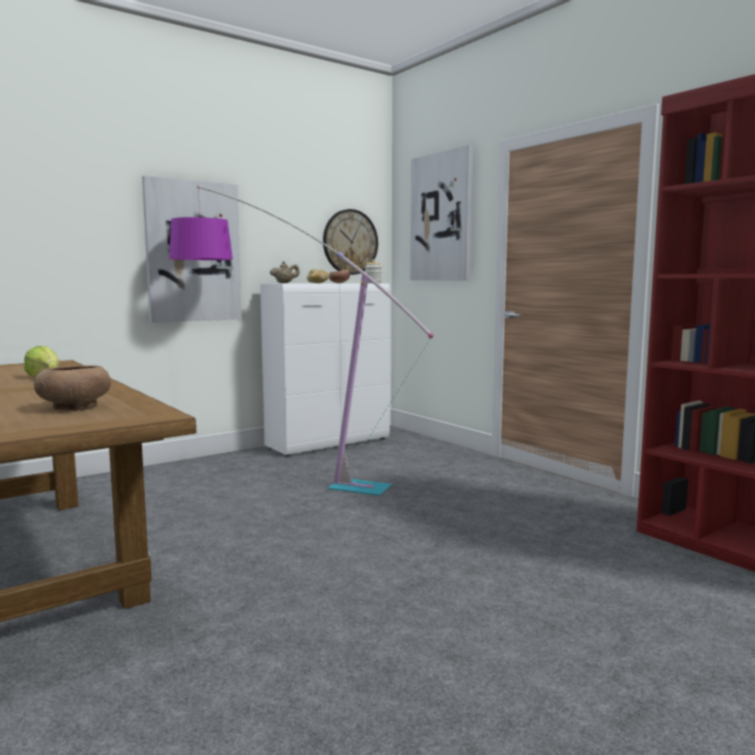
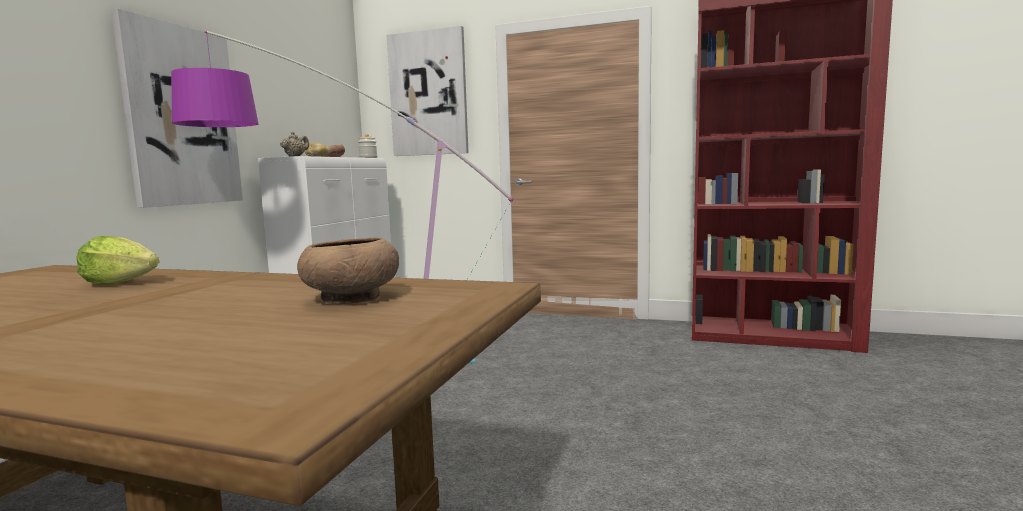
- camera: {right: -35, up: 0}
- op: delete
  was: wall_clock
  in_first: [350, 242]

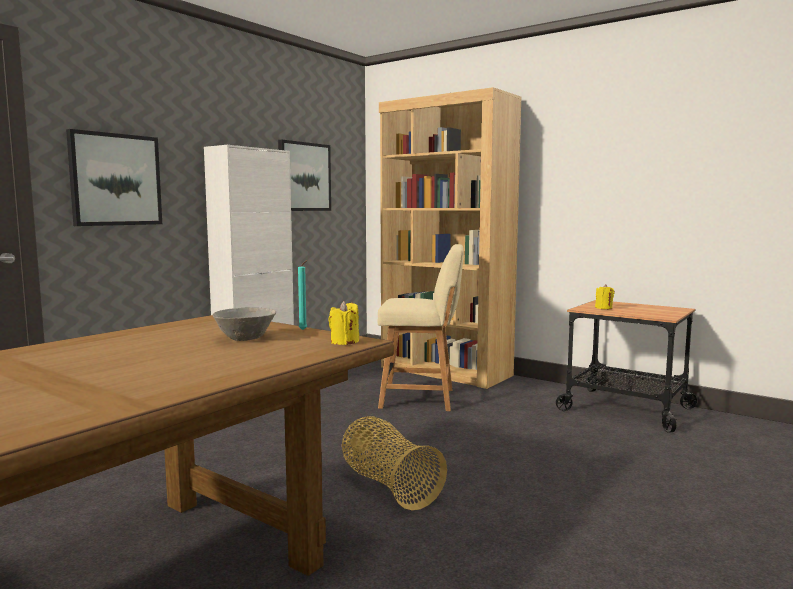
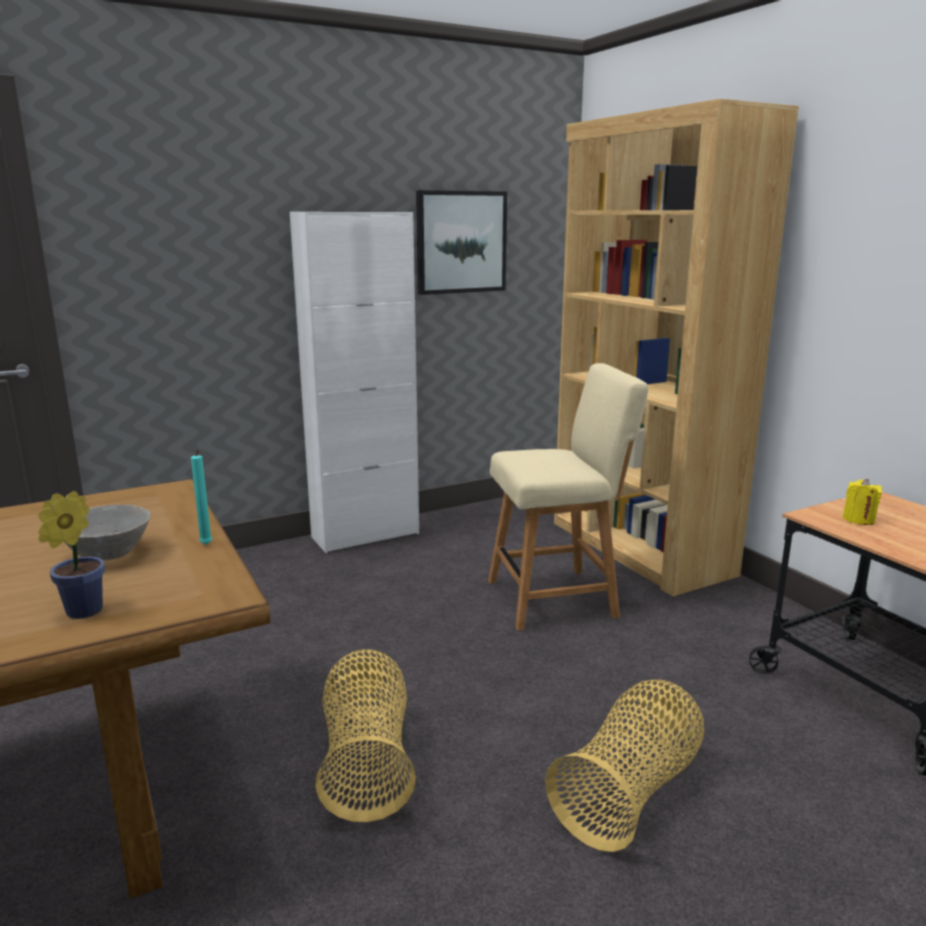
- camera: {right: 25, up: 10}
- op: delete
  was: picture
  in_first: [115, 180]
- op: delete
  was: yellow_candle
  in_first: [344, 342]
- op: rotate
  was: beige_chair
  in_first: [422, 399]
  in_second: [558, 597]
  clockwise: -45
- op: insert
  now: potted_plant
  in_second: [80, 613]
- op: insert
  now: basket
  in_second: [630, 792]

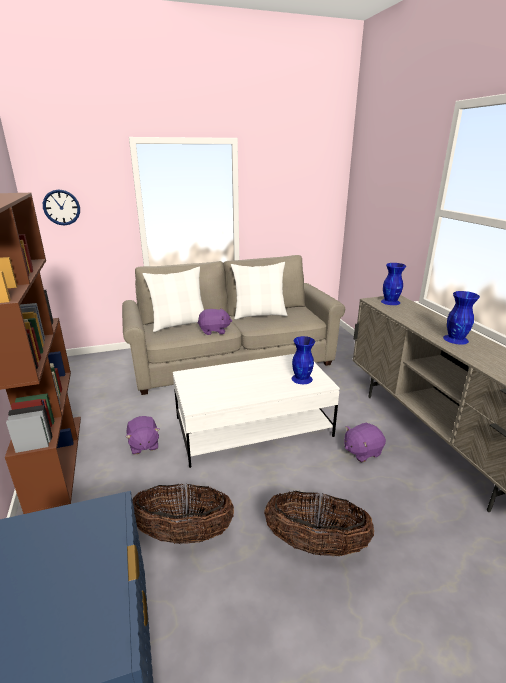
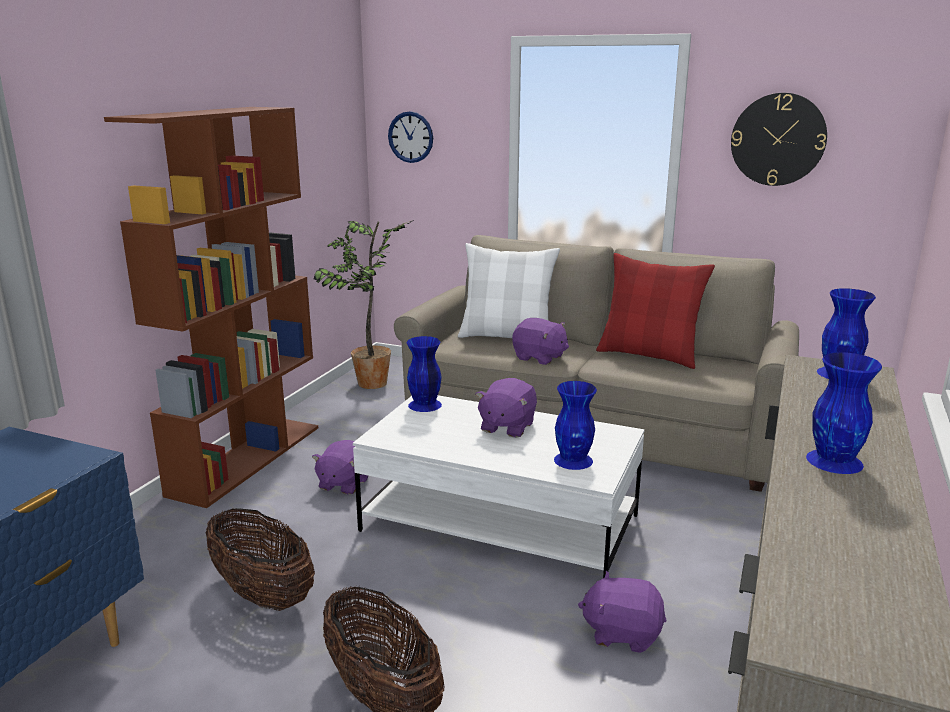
- camera: {right: 40, up: -5}
- op: recolor
  was: white_pillow
  now: red_pillow
  in_first: [259, 315]
  in_second: [649, 355]
- op: insert
  now: potted_plant
  in_second: [370, 385]
- op: insert
  now: blue_vase
  in_second: [424, 405]
- op: insert
  now: purple_plush_toy
  in_second: [506, 427]
- op: insert
  now: wall_clock
  in_second: [778, 139]

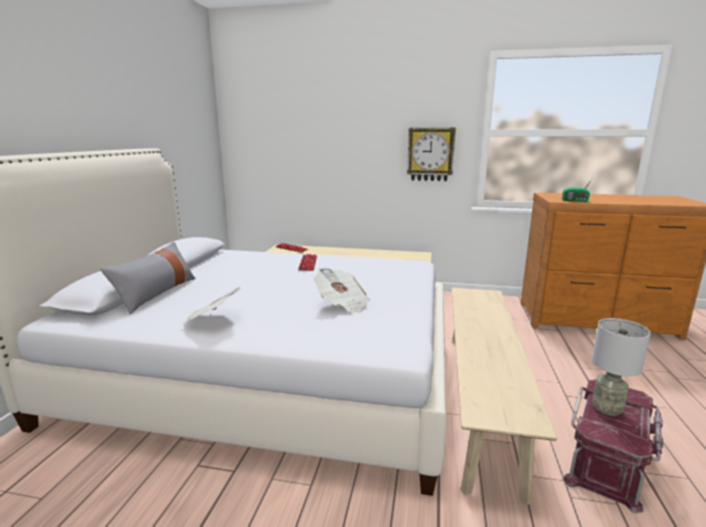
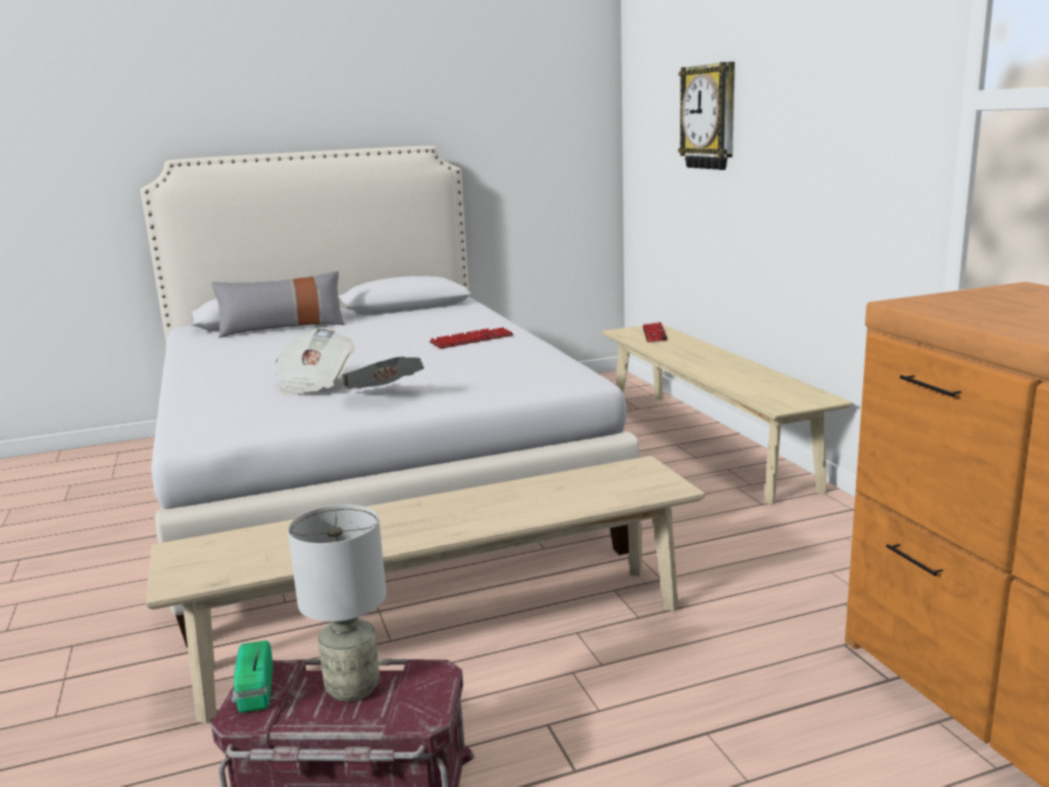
- camera: {right: 60, up: 0}
- op: move
  was: newspaper
  in_first: [212, 320]
  in_second: [384, 396]
- op: move
  was: wall_clock
  in_first: [430, 154]
  in_second: [710, 117]
- op: move
  was: radio
  in_first: [575, 201]
  in_second: [254, 692]

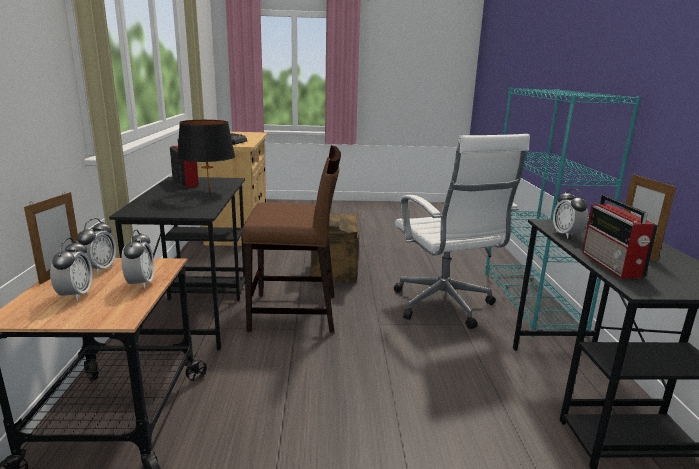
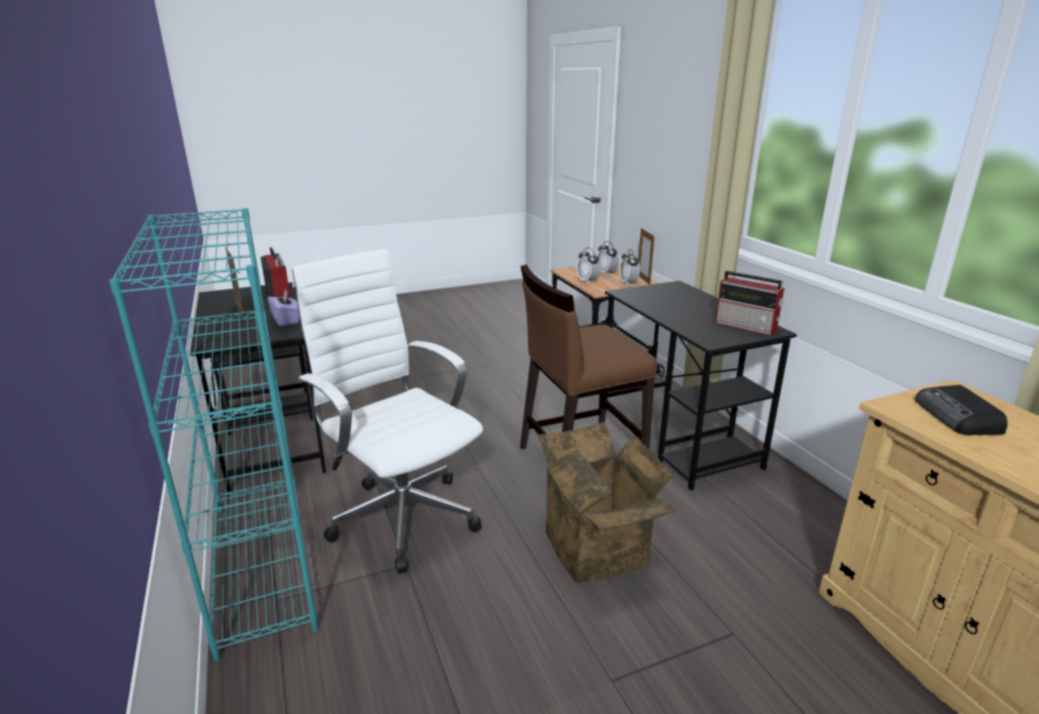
- camera: {right: 160, up: 5}
- op: delete
  was: black_table_lamp
  in_first: [209, 192]
- op: replace
  was: alarm_clock
  now: purple_tissue_box
  in_first: [566, 235]
  in_second: [286, 320]

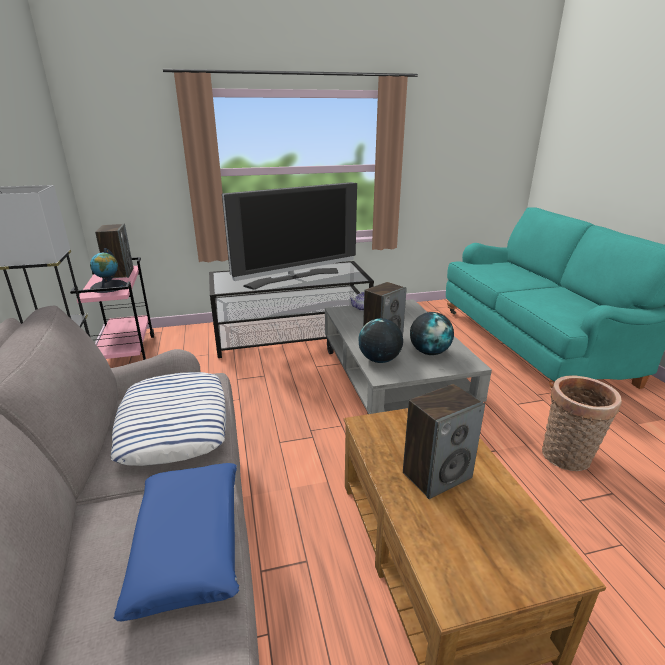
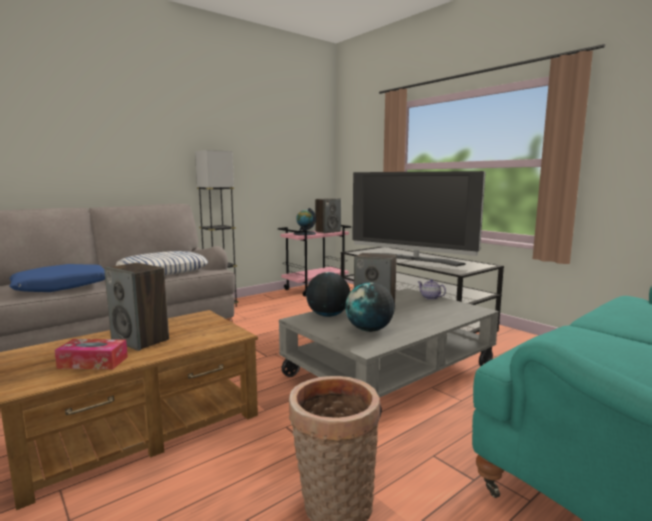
- camera: {right: 65, up: -15}
- op: insert
  now: tissue_box
  in_second: [93, 362]

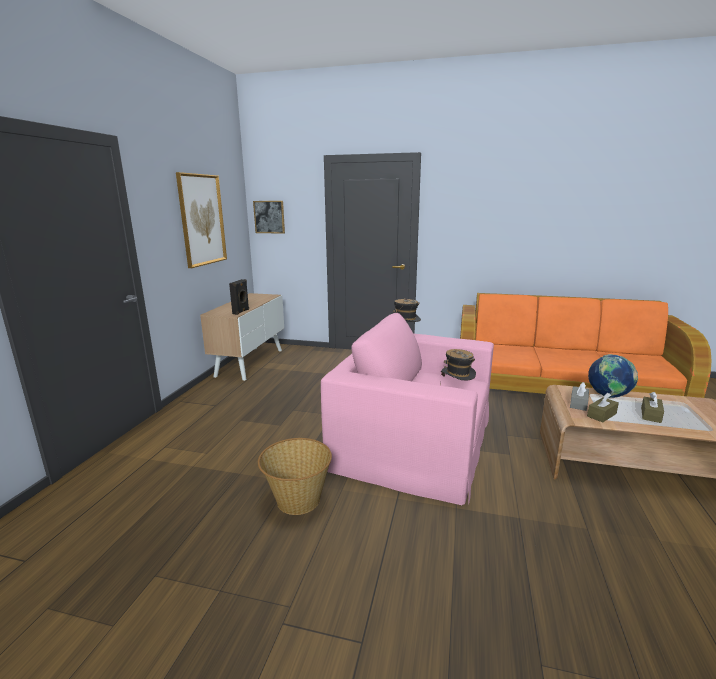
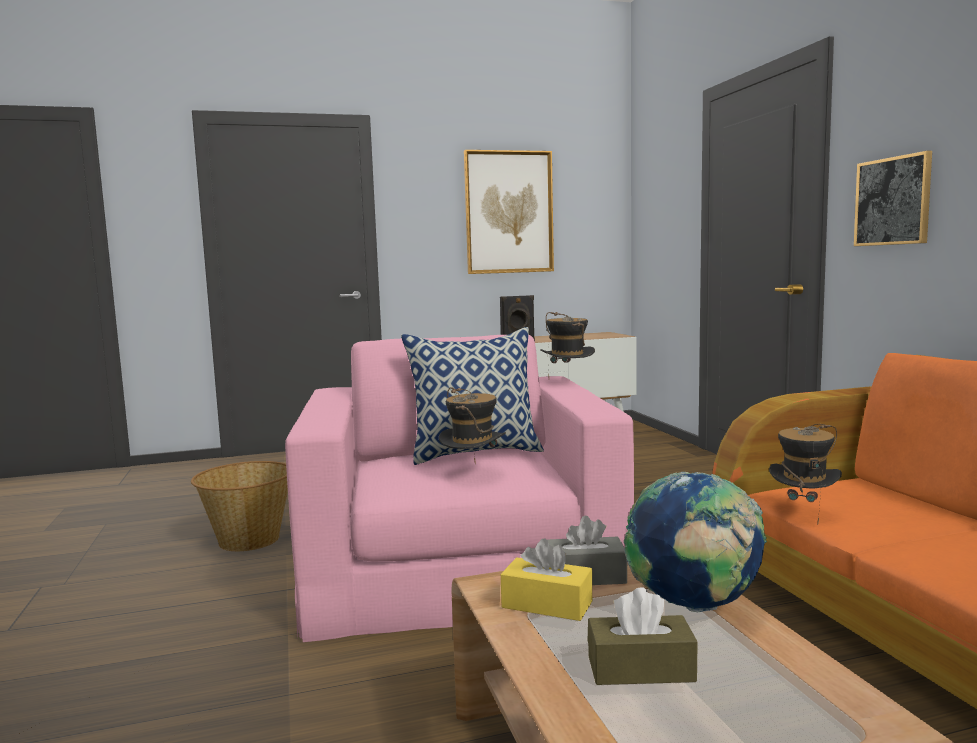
- camera: {right: 60, up: -10}
- op: move
  was: picture
  in_first: [269, 217]
  in_second: [893, 201]
- op: recolor
  was: brown_tissue_box
  now: yellow_tissue_box
  in_first: [601, 415]
  in_second: [547, 604]
- op: insert
  now: pillow
  in_second: [475, 453]
- op: insert
  now: hat
  in_second: [803, 512]

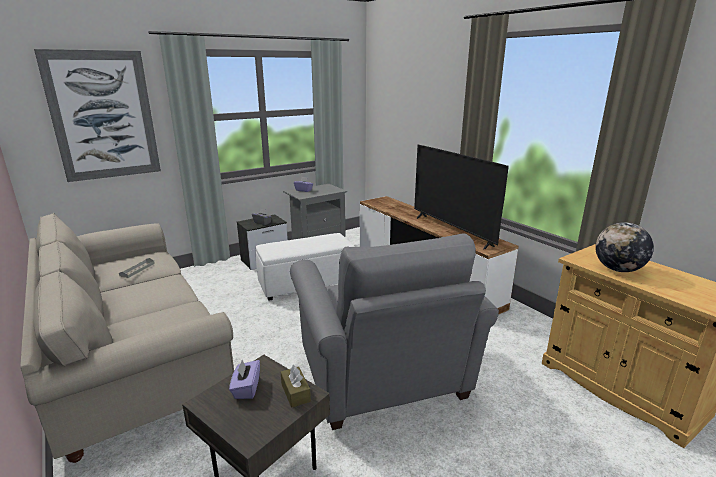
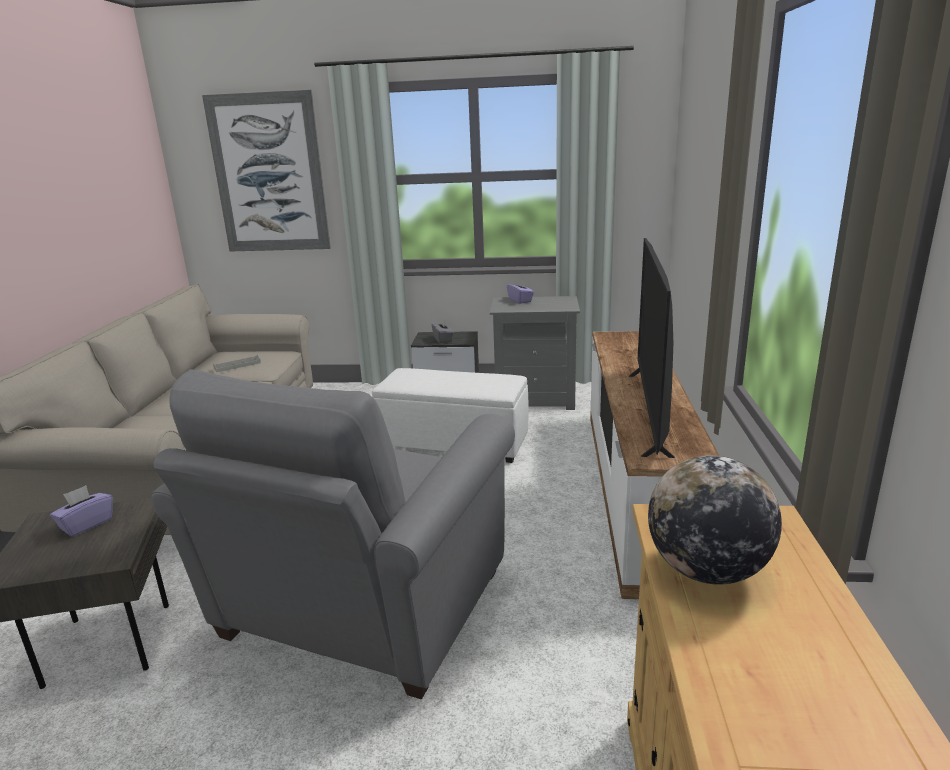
- camera: {right: 40, up: 0}
- op: delete
  was: brown_tissue_box
  in_first: [295, 392]

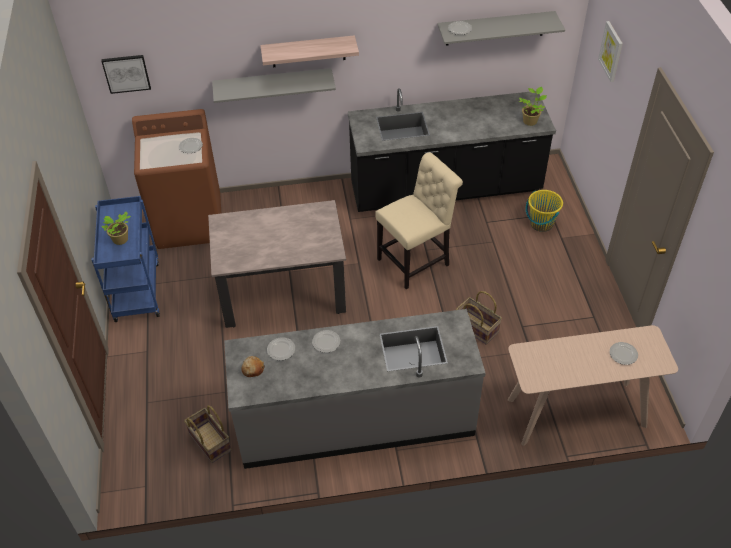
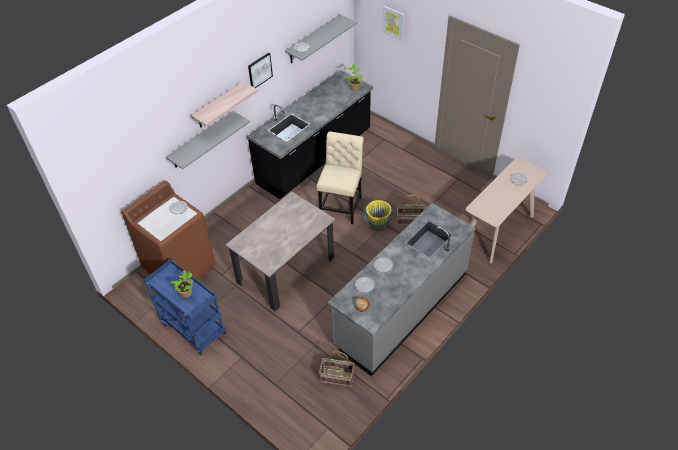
- camera: {right: -40, up: 0}
- op: move
  was: picture
  in_first: [126, 73]
  in_second: [259, 70]
- op: move
  was: yellow_bucket
  in_first: [541, 223]
  in_second: [378, 225]

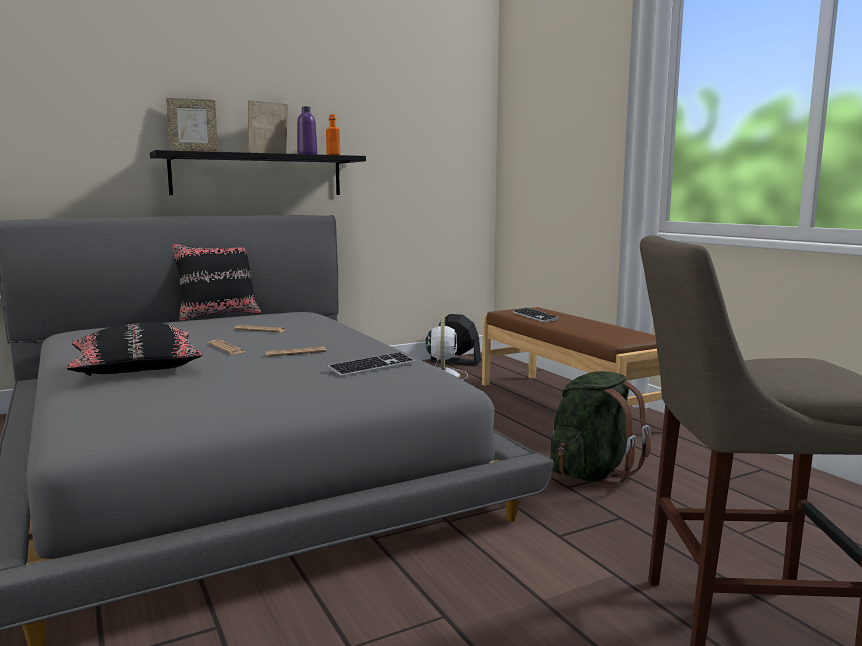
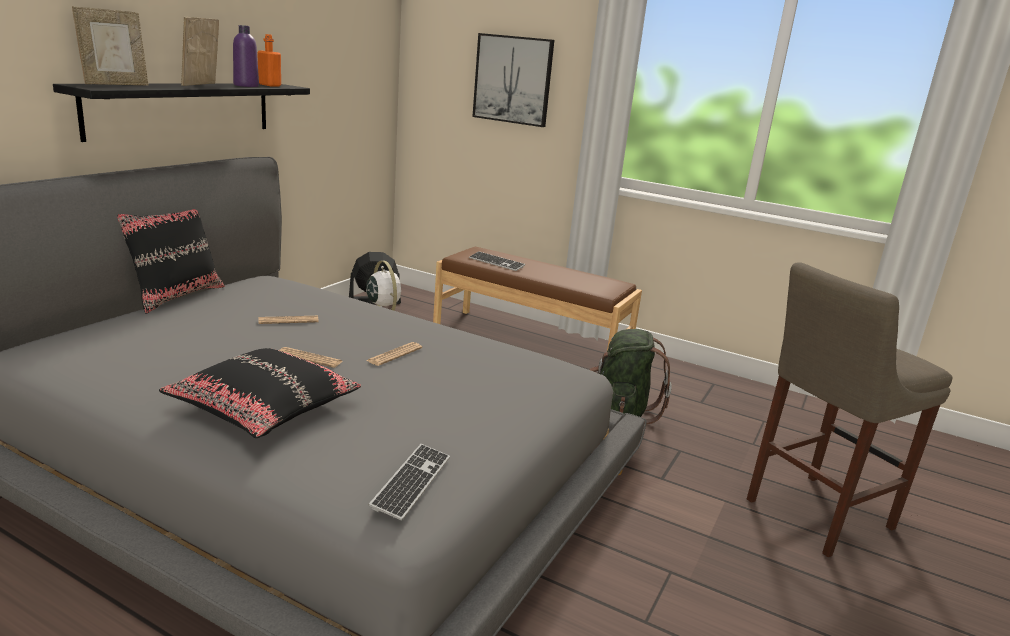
- camera: {right: -35, up: 10}
- op: move
  was: keyboard
  in_first: [372, 366]
  in_second: [411, 483]
- op: insert
  now: picture
  in_second: [513, 80]

